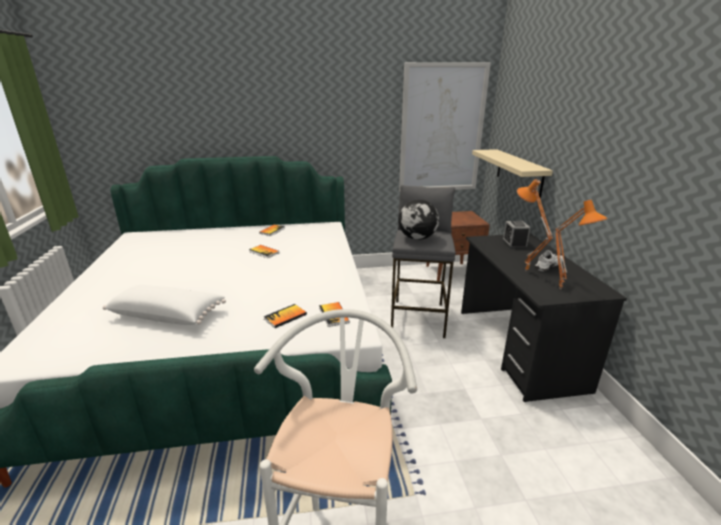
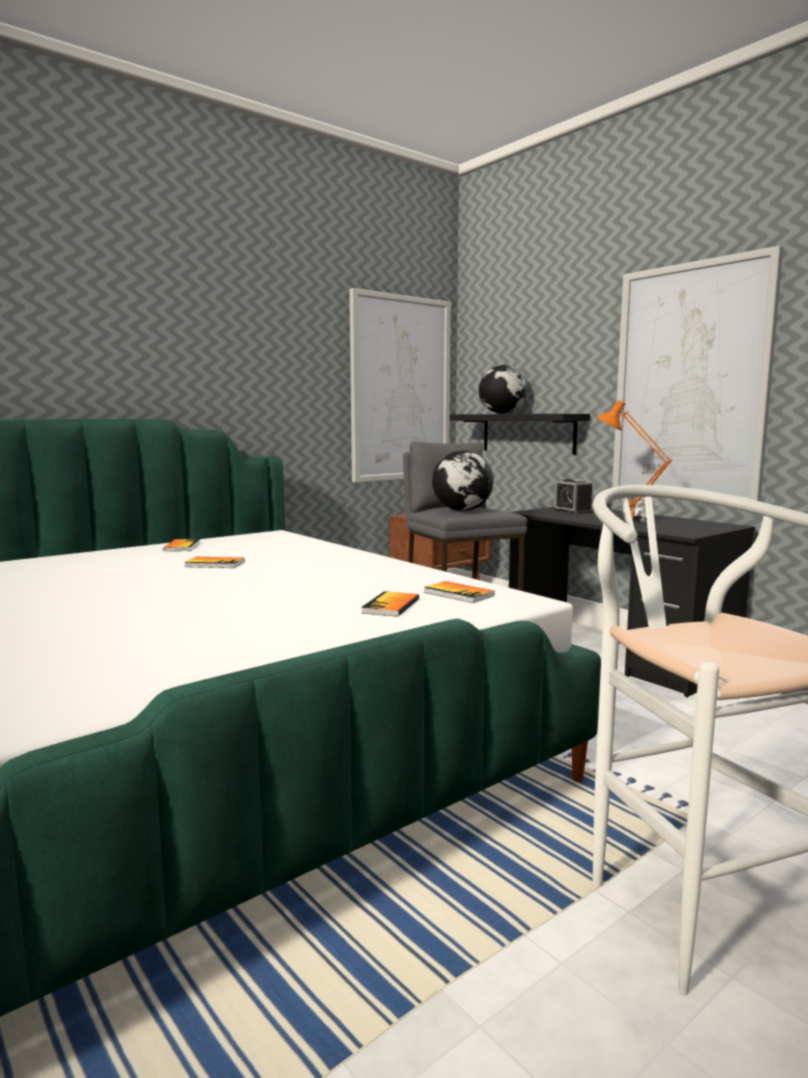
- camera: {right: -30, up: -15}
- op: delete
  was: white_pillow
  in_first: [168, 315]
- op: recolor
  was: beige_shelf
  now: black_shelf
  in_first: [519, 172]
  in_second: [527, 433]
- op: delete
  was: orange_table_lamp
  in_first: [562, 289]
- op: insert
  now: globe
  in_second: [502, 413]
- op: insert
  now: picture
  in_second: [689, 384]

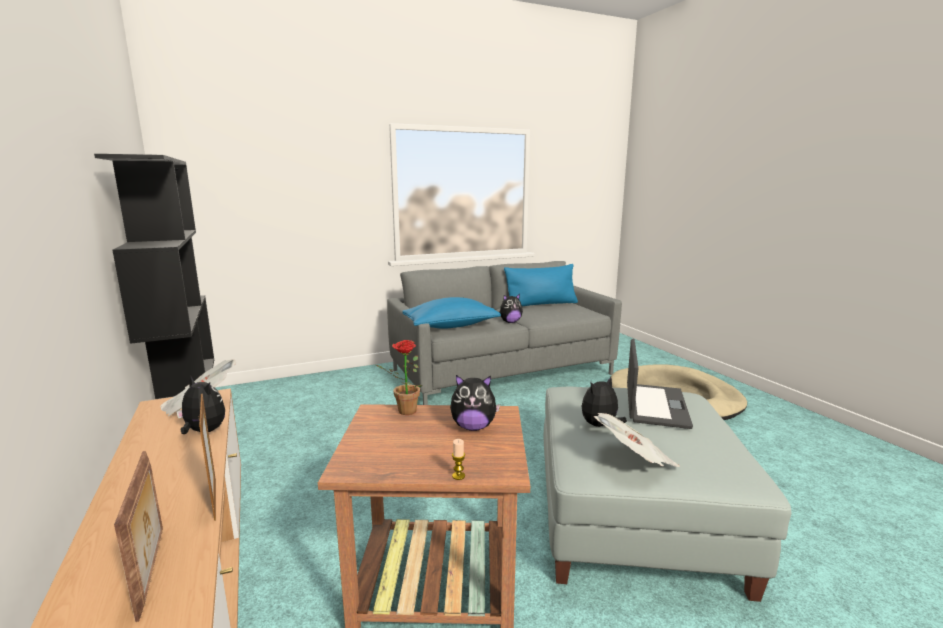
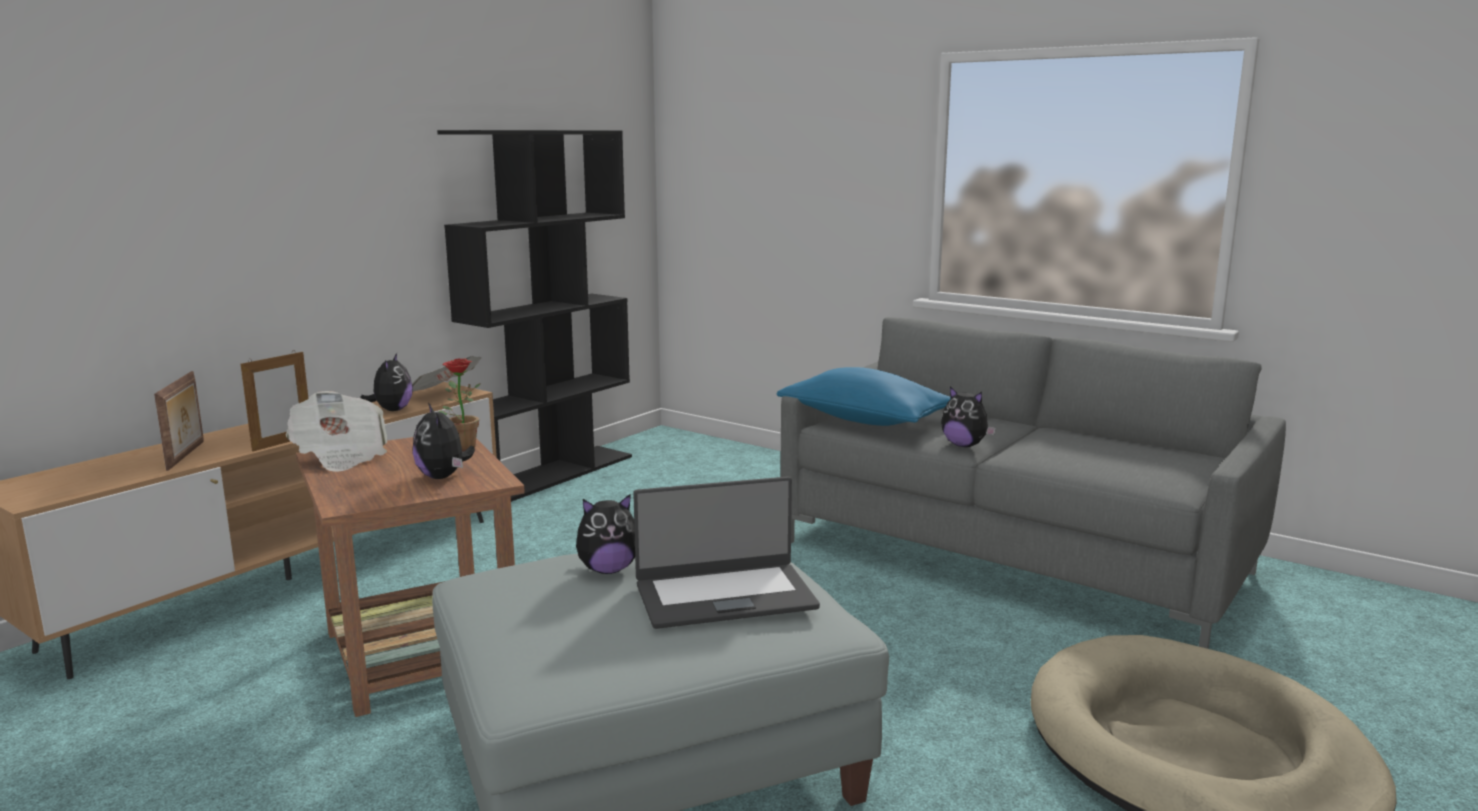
- camera: {right: 60, up: 0}
- op: rotate
  was: picture_frame
  in_first: [152, 571]
  in_second: [187, 455]
  clockwise: -45
- op: delete
  was: candle
  in_first: [458, 476]
- op: delete
  was: blue_pillow
  in_first: [541, 304]
- op: rotate
  was: plush_toy
  in_first: [600, 426]
  in_second: [608, 570]
  clockwise: 135
- op: move
  was: newspaper
  in_first: [634, 460]
  in_second: [340, 456]

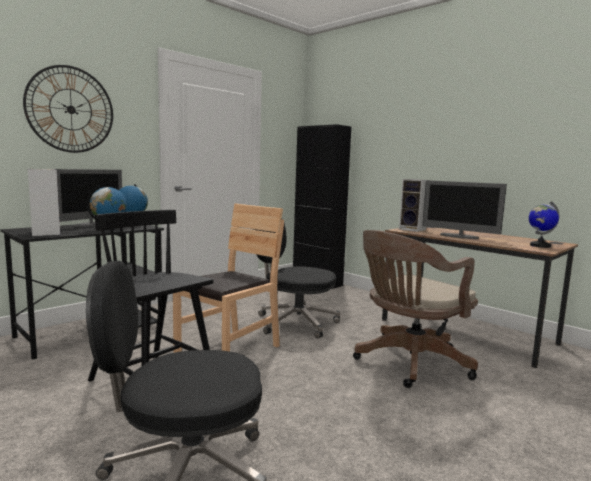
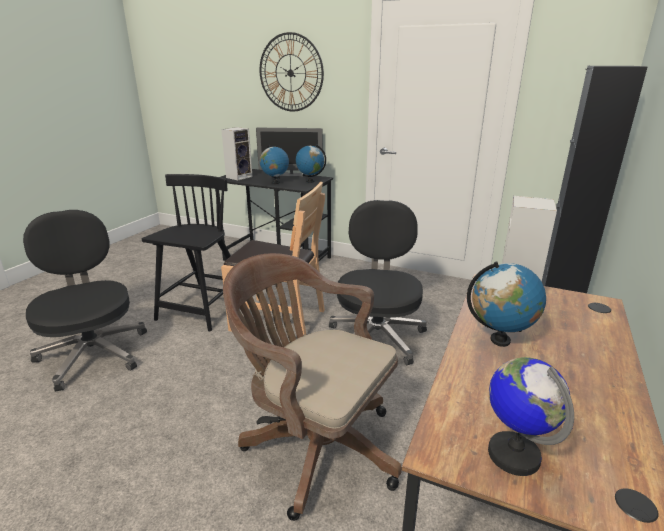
- camera: {right: 70, up: 15}
- op: replace
  was: monitor
  now: globe
  in_first: [459, 236]
  in_second: [500, 340]

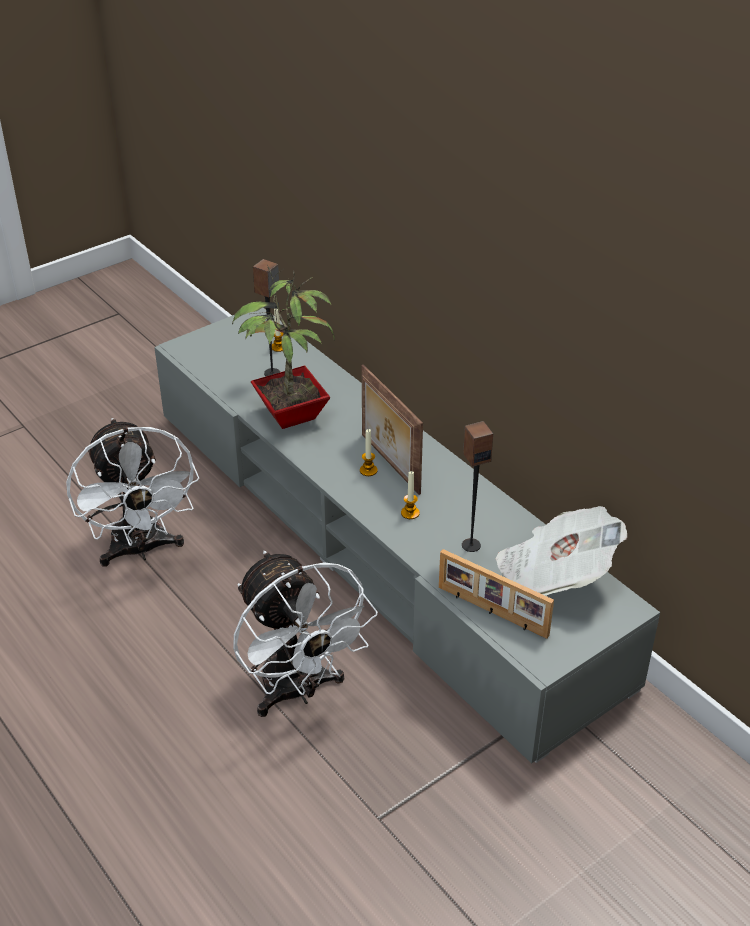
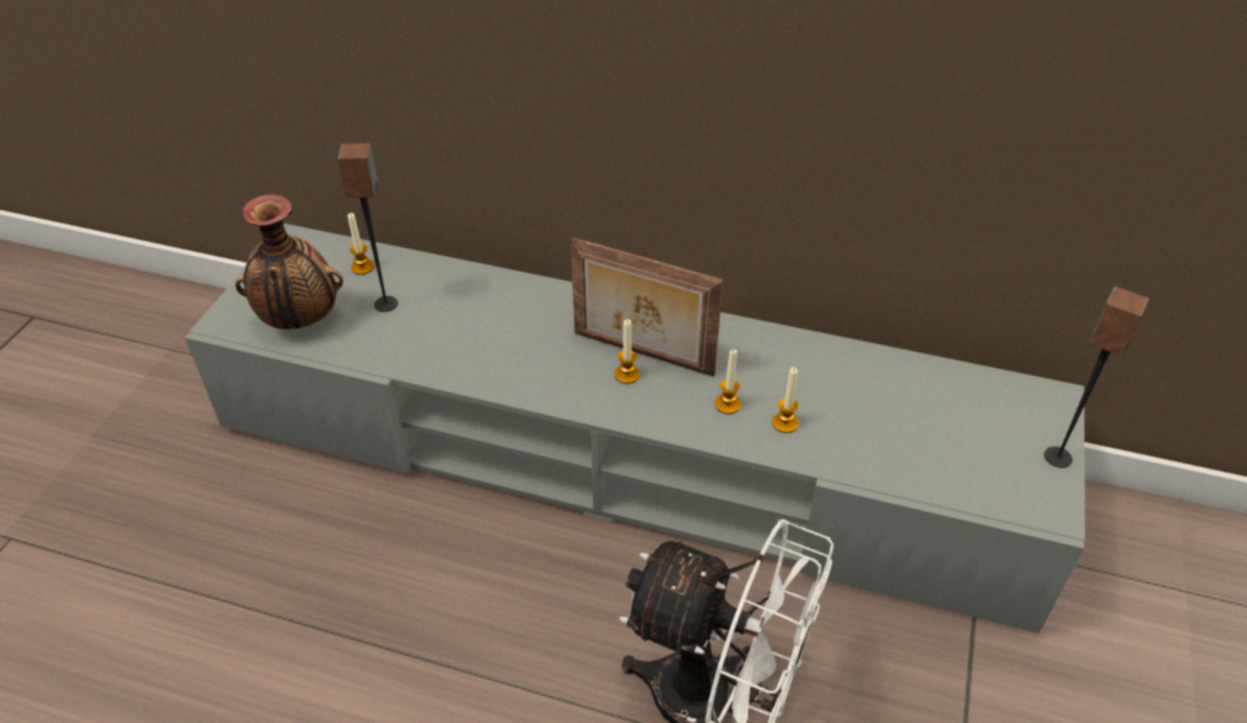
- camera: {right: -35, up: 5}
- op: delete
  was: white_fan
  in_first: [141, 550]
- op: delete
  was: potted_plant
  in_first: [288, 416]
- op: delete
  was: picture_frame
  in_first: [491, 612]
- op: move
  was: speaker
  in_first: [471, 545]
  in_second: [1057, 457]
- op: delete
  was: newspaper
  in_first: [554, 575]
- op: insert
  now: vase
  in_second: [299, 320]
- op: insert
  now: candle
  in_second: [785, 423]

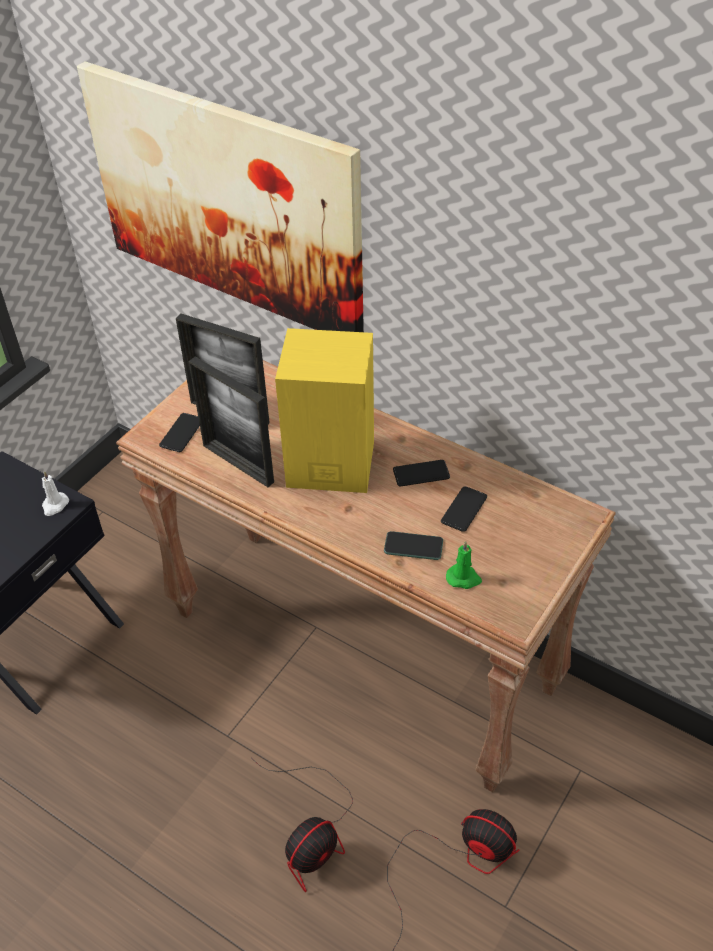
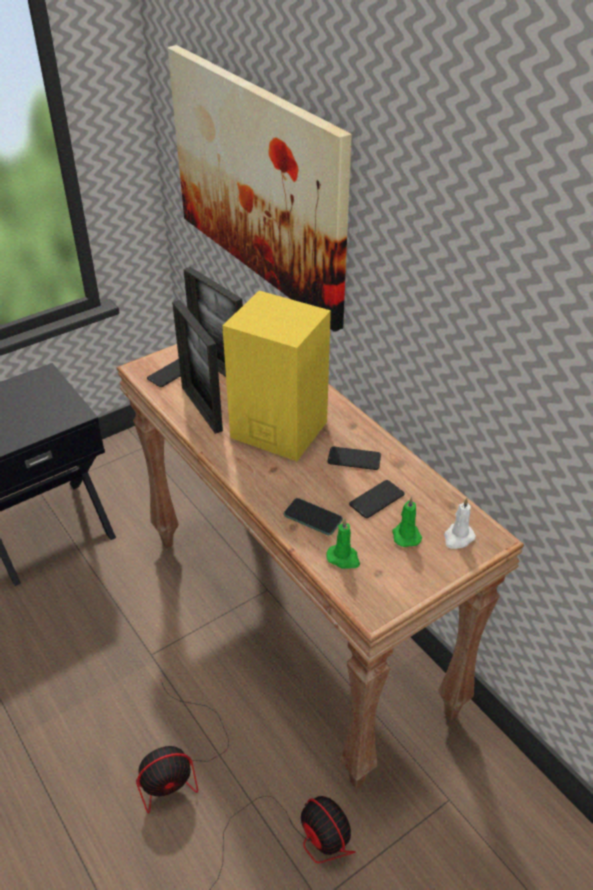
- camera: {right: 20, up: -5}
- op: move
  was: white_candle
  in_first: [55, 505]
  in_second: [458, 538]
- op: insert
  now: green_candle
  in_second: [405, 535]

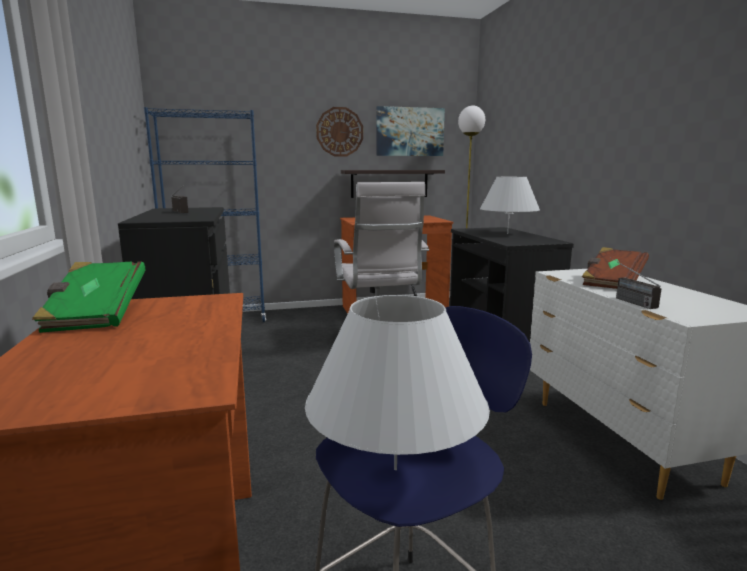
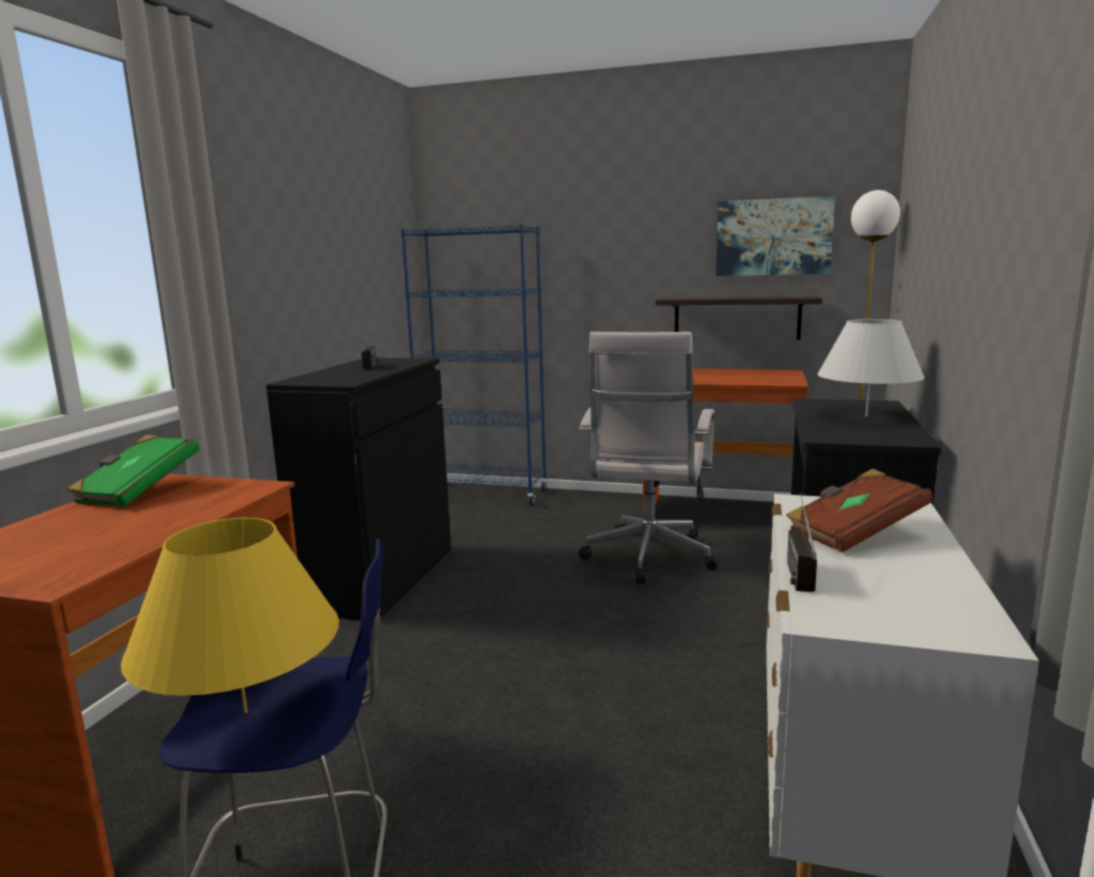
- camera: {right: 30, up: 0}
- op: recolor
  was: white_table_lamp
  now: yellow_table_lamp
  in_first: [395, 469]
  in_second: [245, 712]
- op: delete
  was: wall_clock
  in_first: [339, 132]

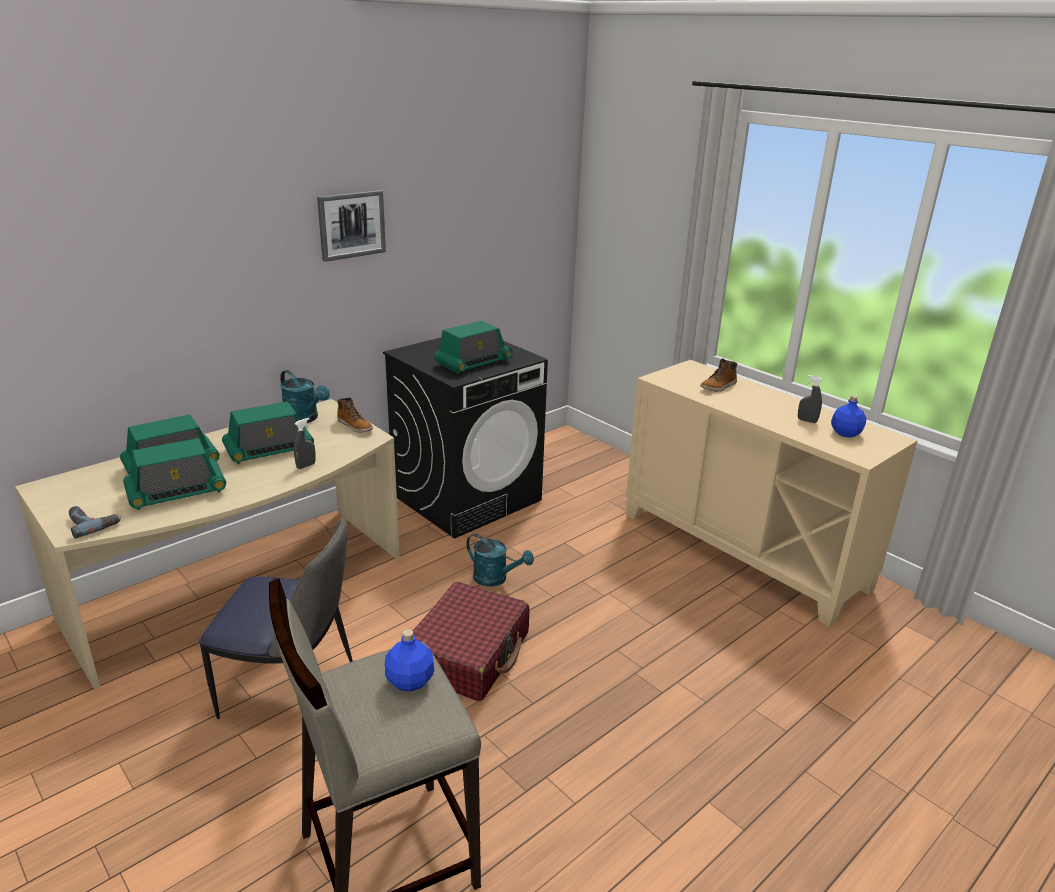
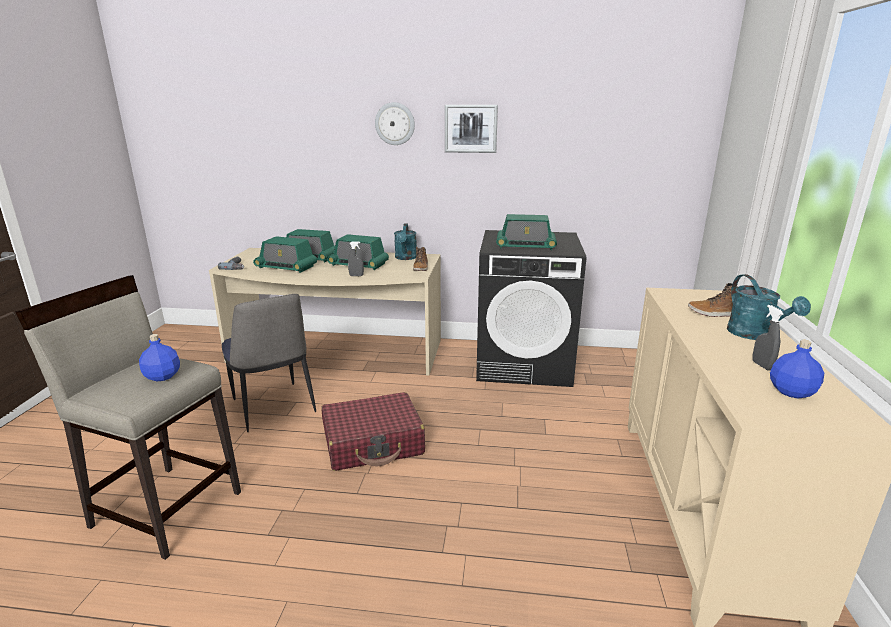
- camera: {right: 50, up: -5}
- op: move
  was: turquoise_watering_can
  in_first: [496, 579]
  in_second: [755, 335]
- op: insert
  now: wall_clock
  in_second: [395, 124]

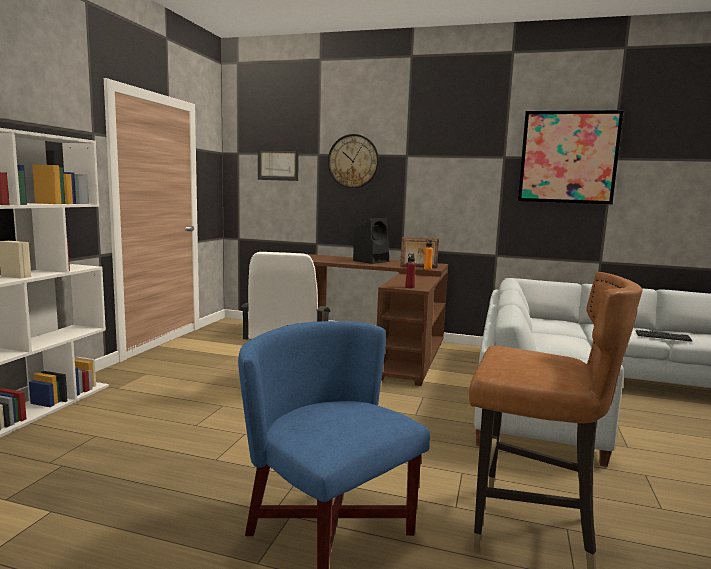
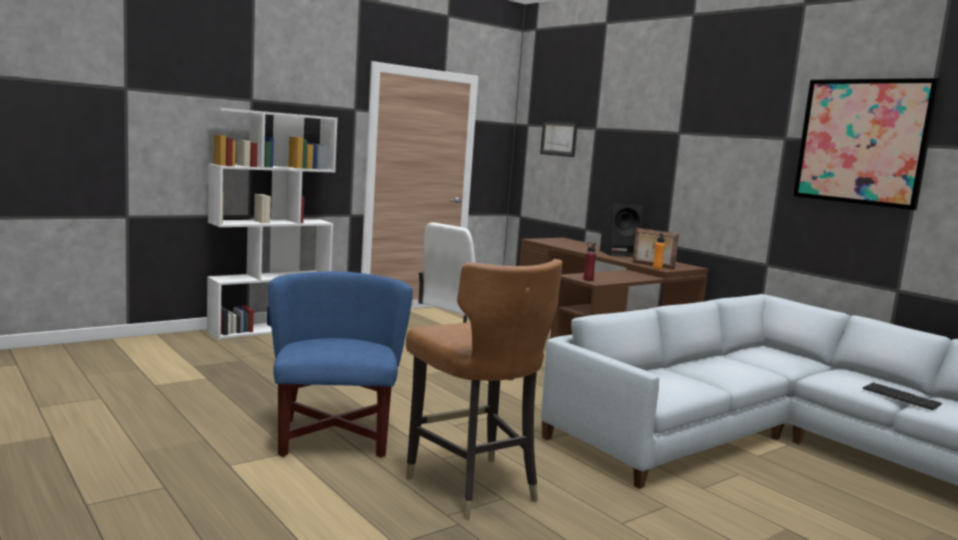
- camera: {right: 35, up: 0}
- op: delete
  was: wall_clock
  in_first: [353, 161]

